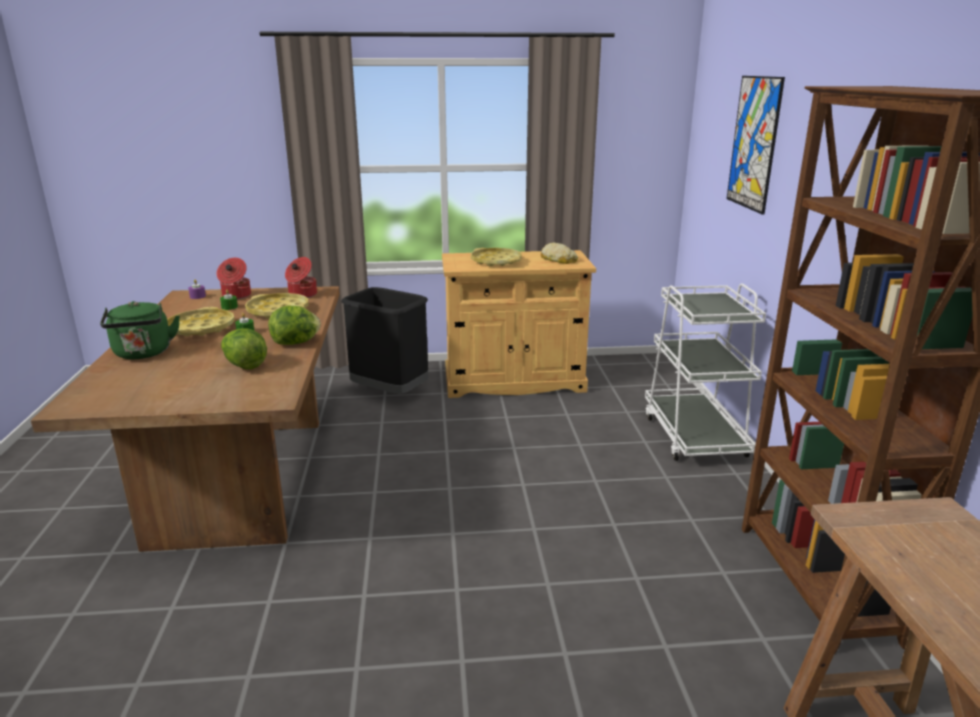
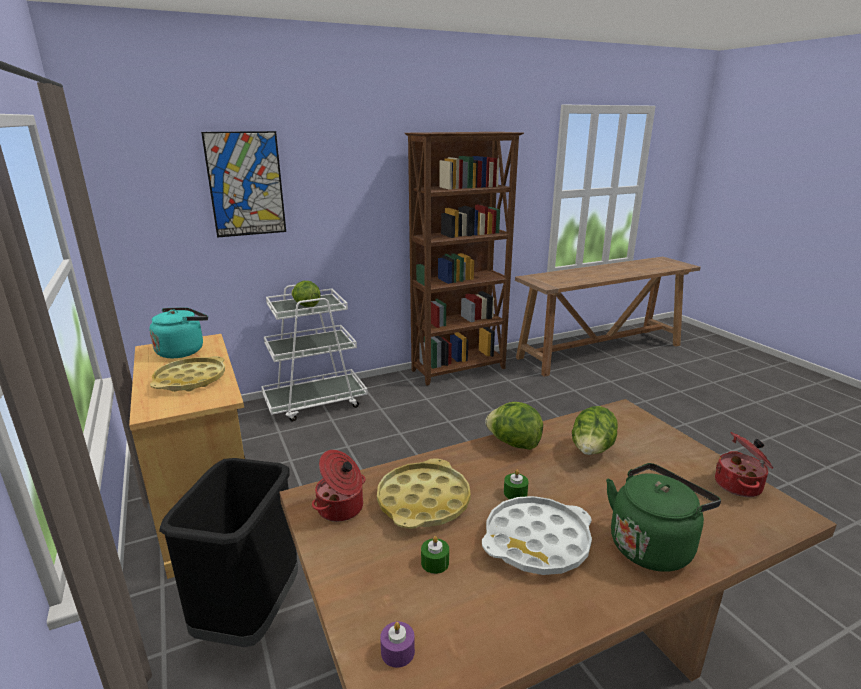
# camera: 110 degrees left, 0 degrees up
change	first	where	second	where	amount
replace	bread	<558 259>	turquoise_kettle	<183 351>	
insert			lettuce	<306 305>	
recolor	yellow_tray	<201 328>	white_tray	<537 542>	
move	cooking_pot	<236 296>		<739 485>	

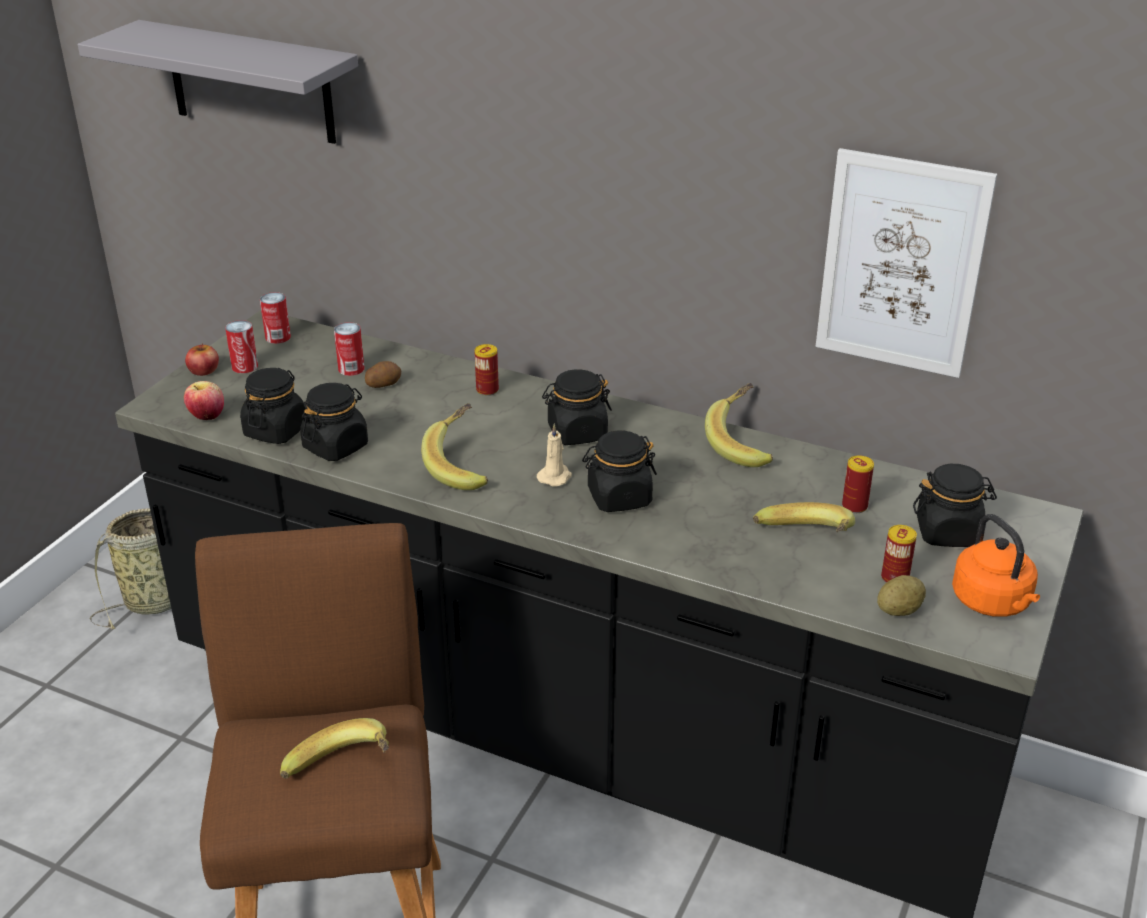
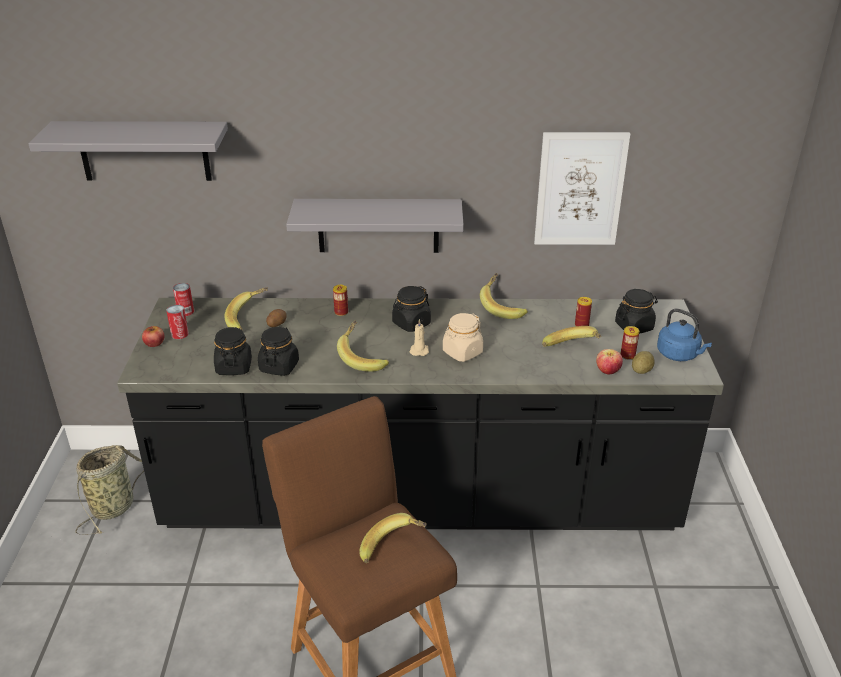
# camera: 25 degrees left, 0 degrees up
change	first	where	second	where	amount
replace	can	<351 369>	banana	<249 319>	
insert			grey_shelf	<378 225>	
recolor	black_jar	<619 497>	beige_jar	<462 352>	
move	apple	<207 416>		<607 371>	
recolor	orange_kettle	<993 603>	blue_kettle	<679 355>	

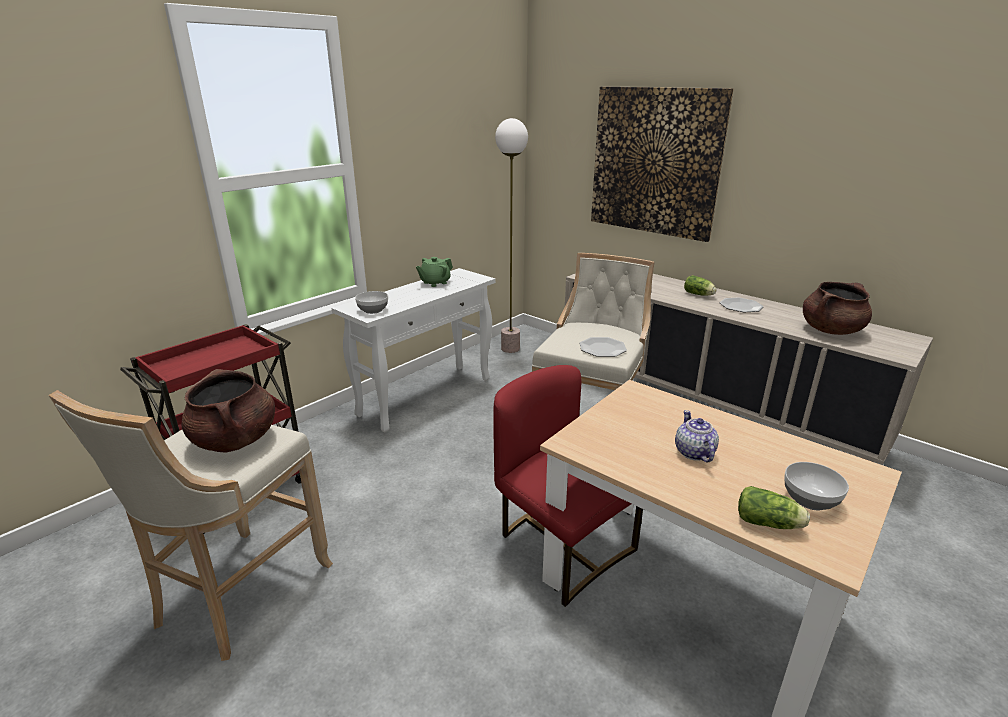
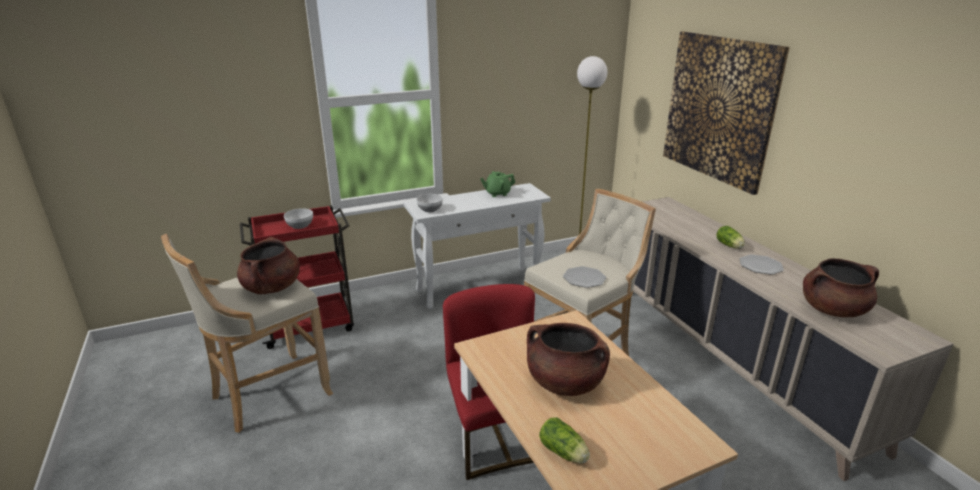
# camera: 25 degrees right, 0 degrees up
change	first	where	second	where	amount
move	bowl	<811 500>		<300 225>	
replace	teapot	<694 453>	brown_cooking_pot	<564 383>	

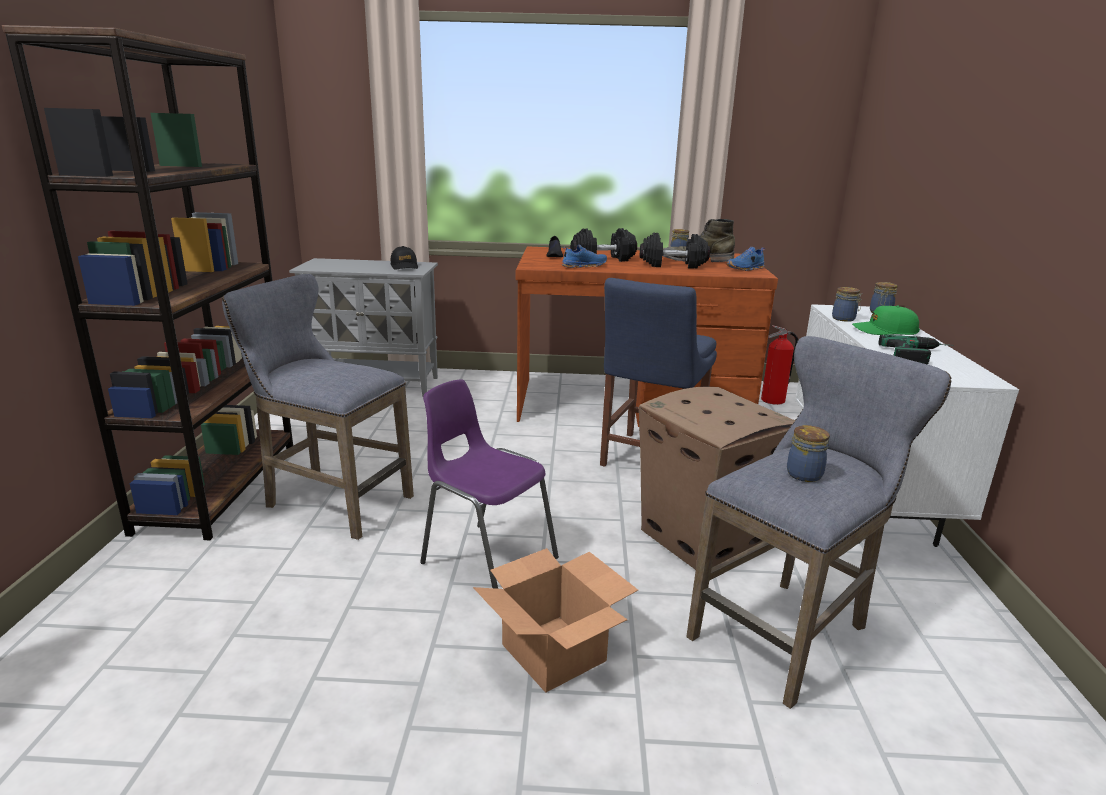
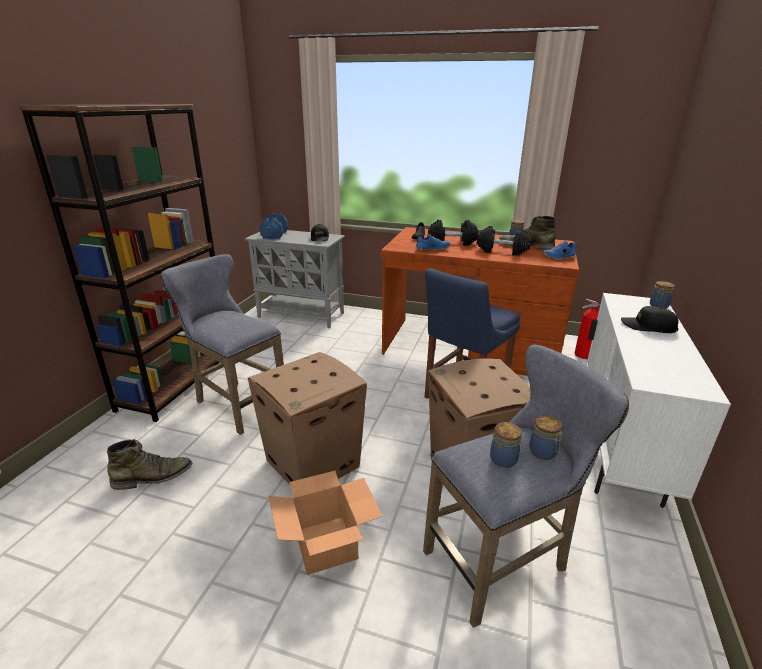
# camera: 15 degrees right, 5 degrees up
change	first	where	second	where	amount
insert			green_boot	<153 477>	
replace	purple_chair	<486 559>	cardboard_box	<314 463>	
insert			blue_dumbbell	<274 234>	
move	jar	<844 319>		<543 453>	
recolor	green_cap	<884 331>	black_cap	<648 326>	
delete	power_drill	<921 356>			

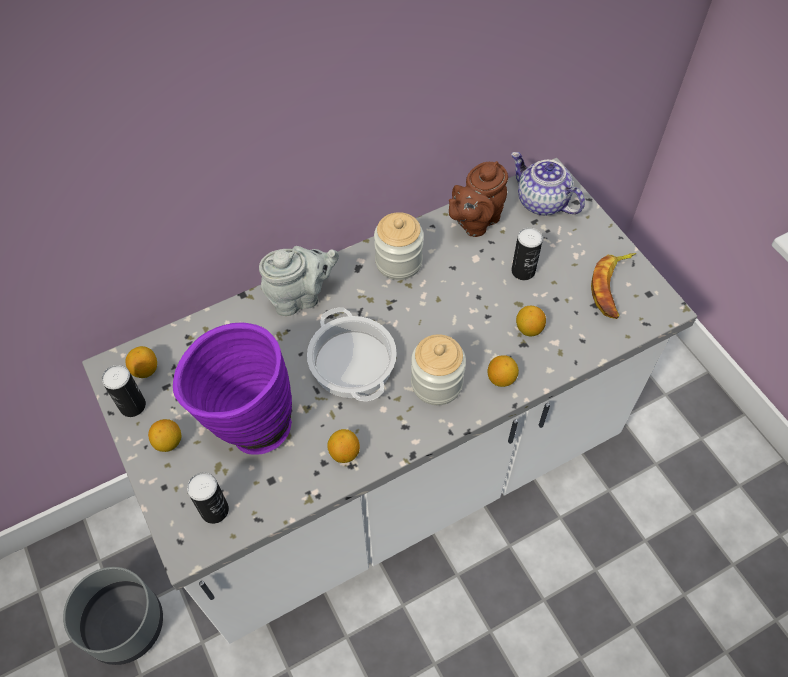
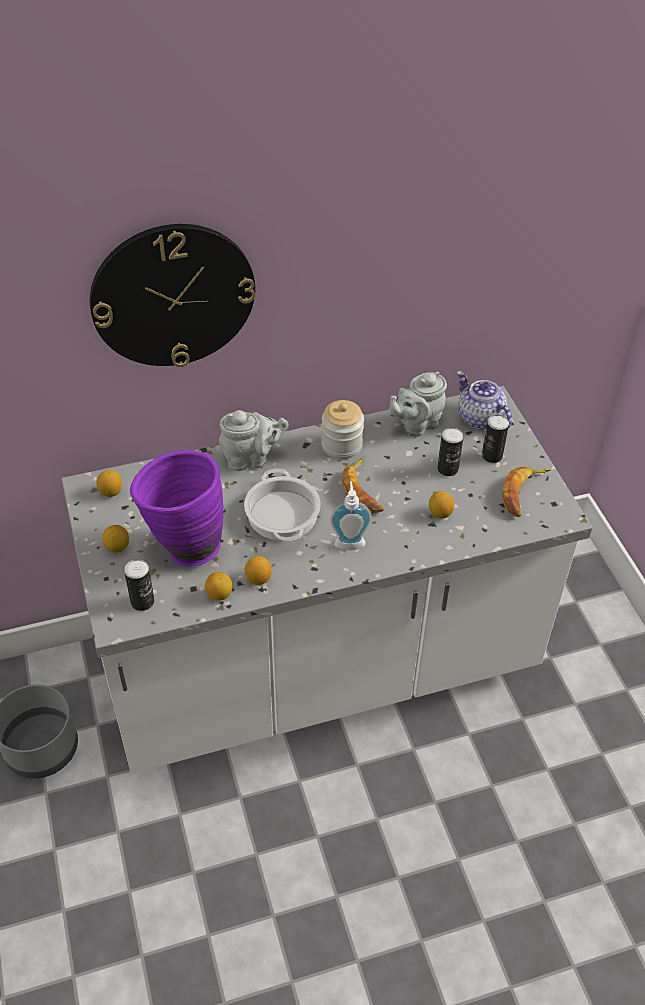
# camera: 10 degrees right, 10 degrees down
change	first	where	second	where	amount
insert			wall_clock	<173 296>	
move	lemon	<501 378>		<219 594>	
replace	jar	<436 383>	soap_dispenser	<349 541>	
insert			banana	<363 490>	
recolor	brown_teapot	<475 221>	grey_teapot	<416 425>	
move	can	<132 405>		<492 456>	

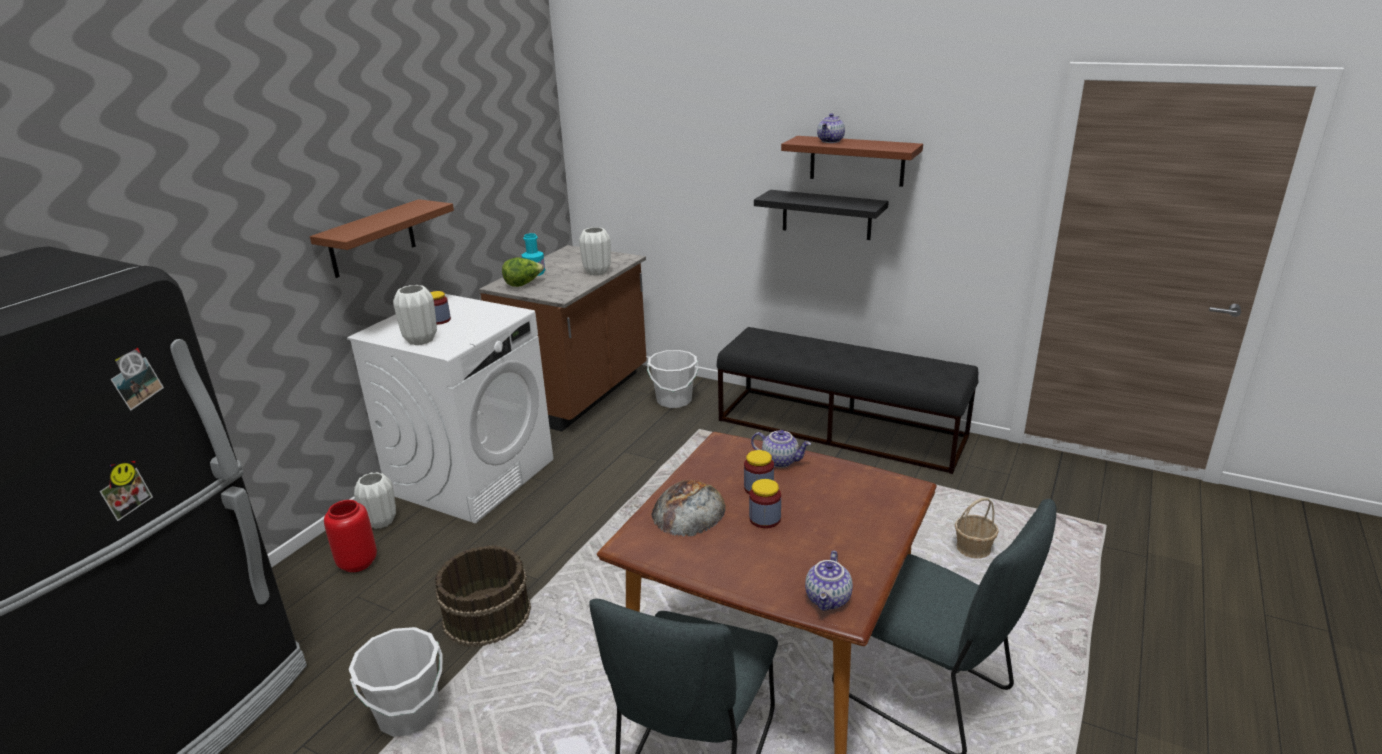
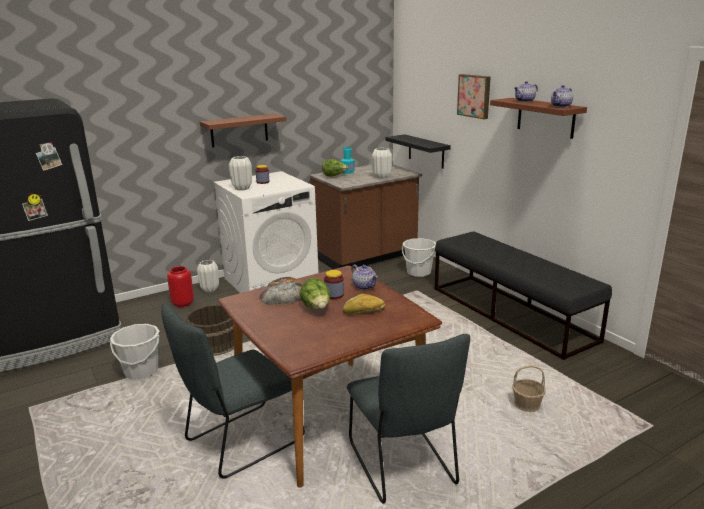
# camera: 30 degrees right, 5 degrees down
change	first	where	second	where	amount
replace	jar	<765 519>	lettuce	<316 309>	
insert			bread	<364 311>	
move	black_shelf	<826 215>		<426 151>	
insert			picture	<474 96>	
move	teapot	<829 599>		<561 106>	

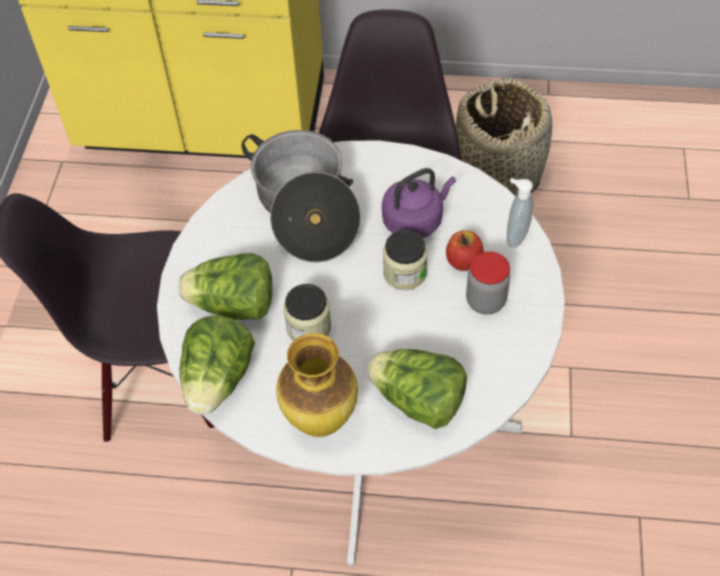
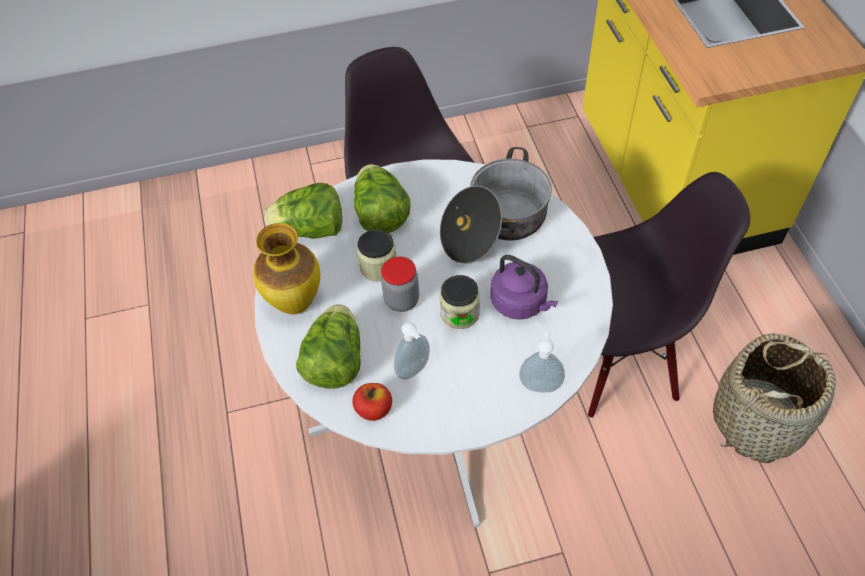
# camera: 70 degrees right, 0 degrees up
change	first	where	second	where	amount
move	apple	<463 261>		<374 409>	
move	jar	<485 301>		<401 300>	
insert			soap_dispenser	<414 371>	

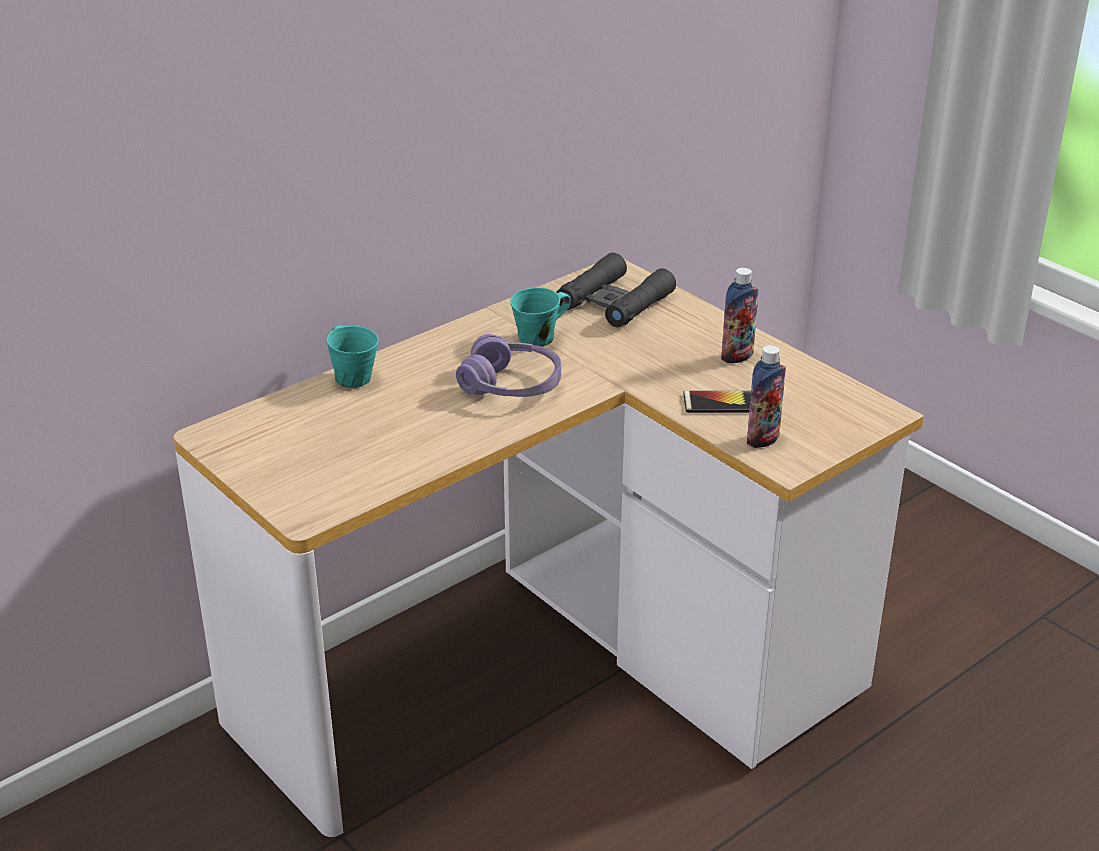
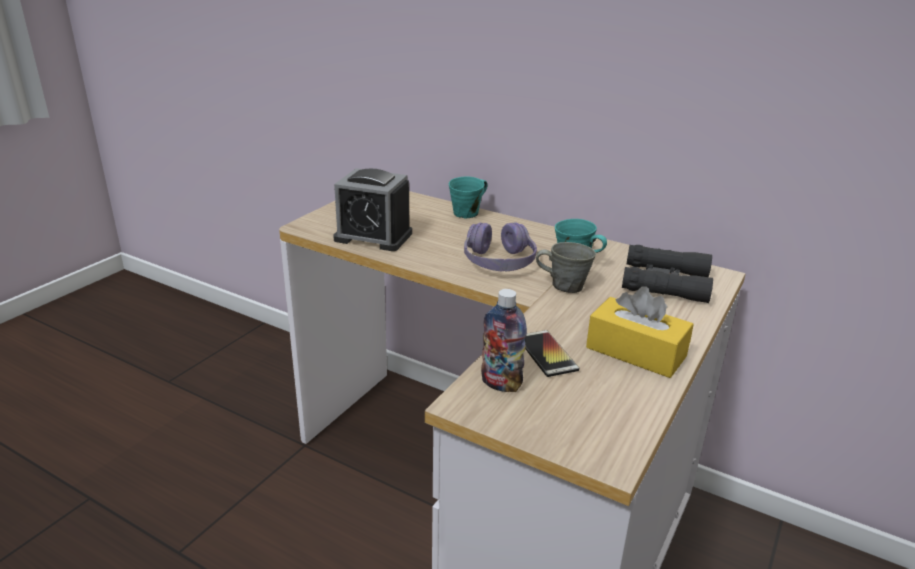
# camera: 70 degrees right, 5 degrees down
change	first	where	second	where	amount
insert			alarm_clock	<373 236>	
insert			grey_mug	<565 286>	
replace	bottle	<737 356>	yellow_tissue_box	<636 352>	

